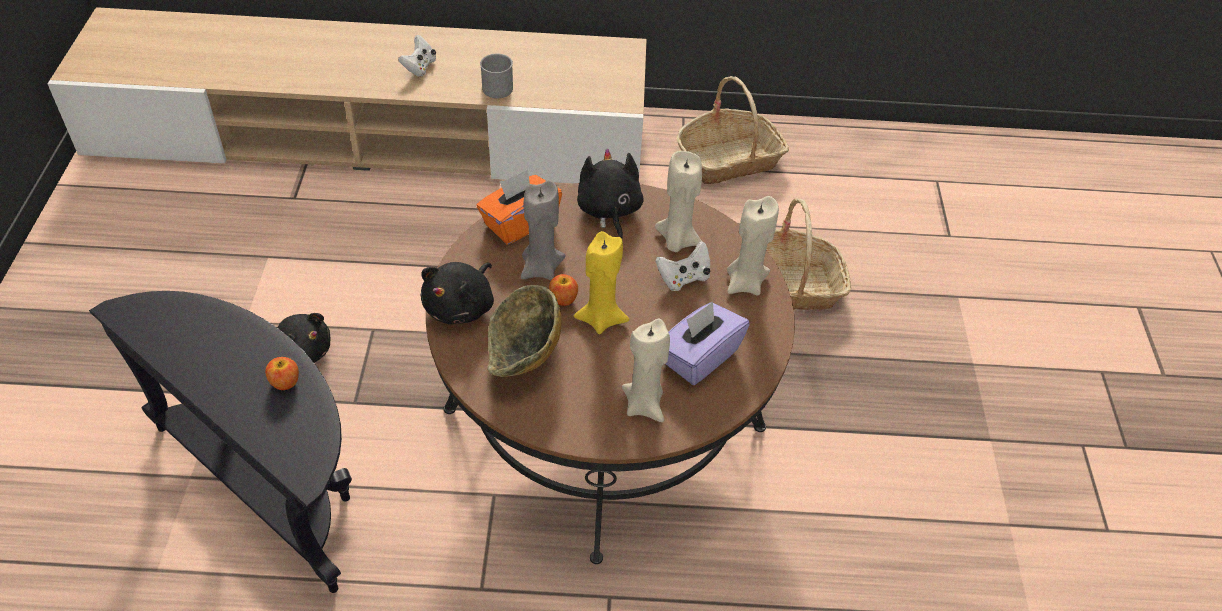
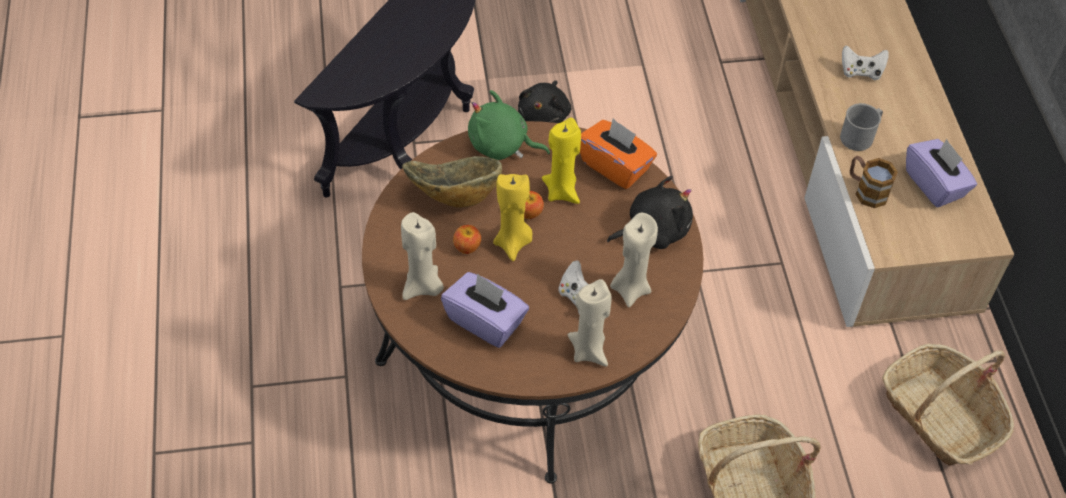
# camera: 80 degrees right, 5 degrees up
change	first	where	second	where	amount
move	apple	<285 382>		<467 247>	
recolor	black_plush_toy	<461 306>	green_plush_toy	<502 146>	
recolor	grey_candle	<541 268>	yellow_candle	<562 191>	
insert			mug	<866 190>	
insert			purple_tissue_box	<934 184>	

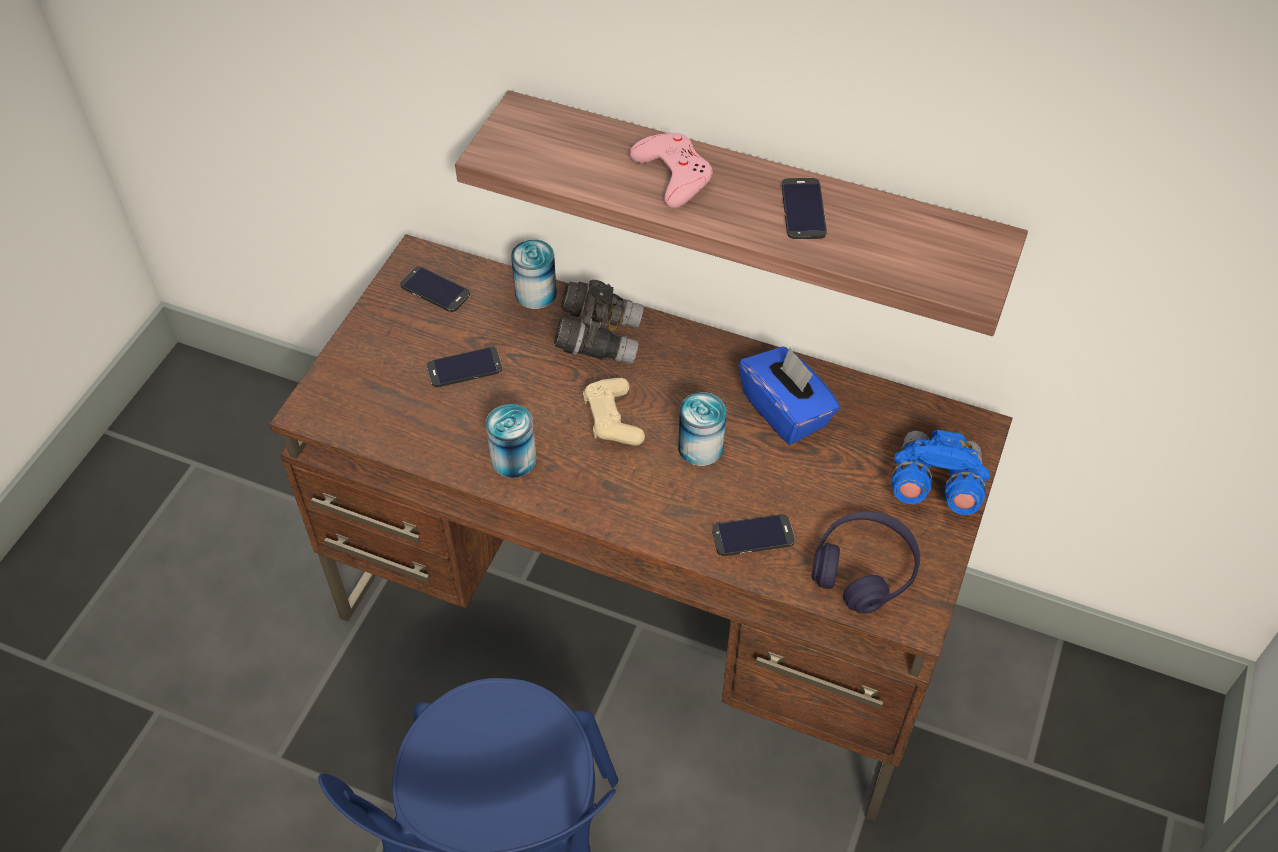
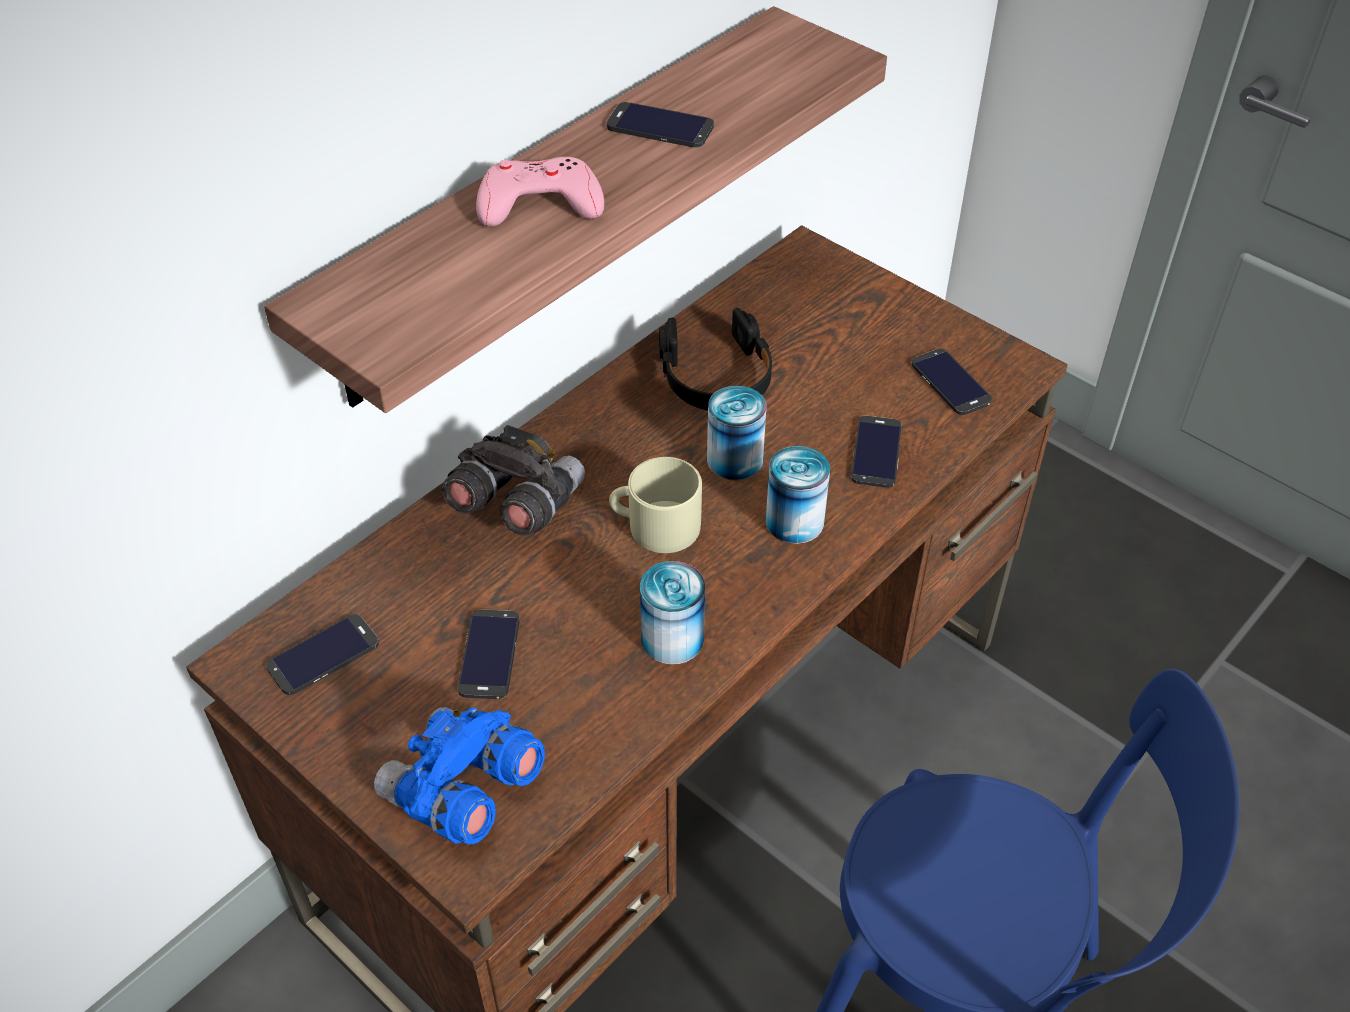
# camera: 70 degrees left, 5 degrees down
change	first	where	second	where	amount
move	blue_binoculars	<934 486>		<462 792>	
replace	beige_game_controller	<613 419>	beige_mug	<655 525>	
replace	blue_tissue_box	<786 411>	black_headphones	<716 376>	
move	can	<536 293>		<794 521>	
replace	purple_headphones	<863 570>	phone	<950 382>	

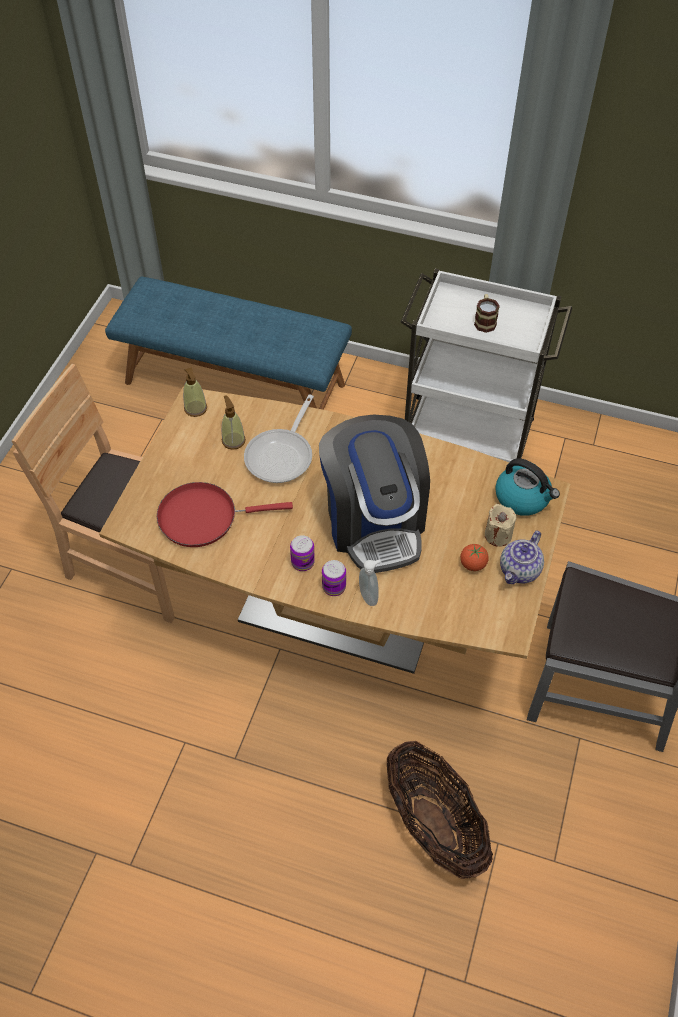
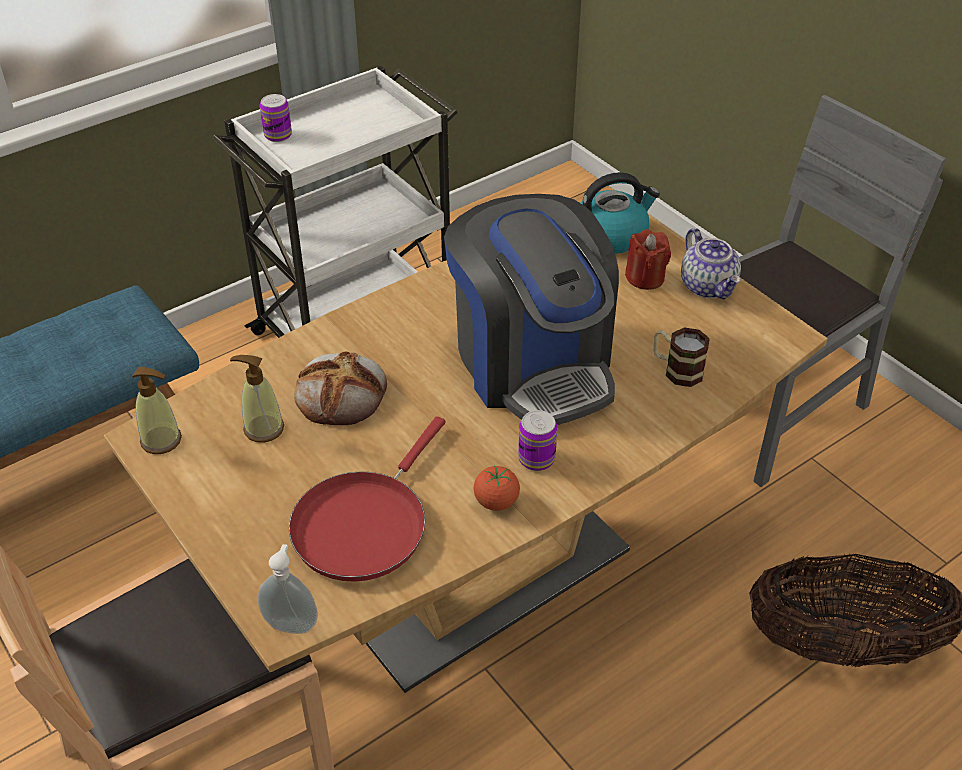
# camera: 55 degrees left, 10 degrees down
change	first	where	second	where	amount
move	soap_dispenser	<369 596>		<292 623>	
move	can	<334 587>		<278 135>	
replace	frying_pan	<282 455>	bread	<342 393>	
rotate	coffee_machine	<374 521>		<533 363>	45 degrees clockwise
move	tomato	<473 564>		<496 502>	
recolor	beige_candle	<498 535>	red_candle	<645 278>	
move	mug	<484 321>		<676 369>	

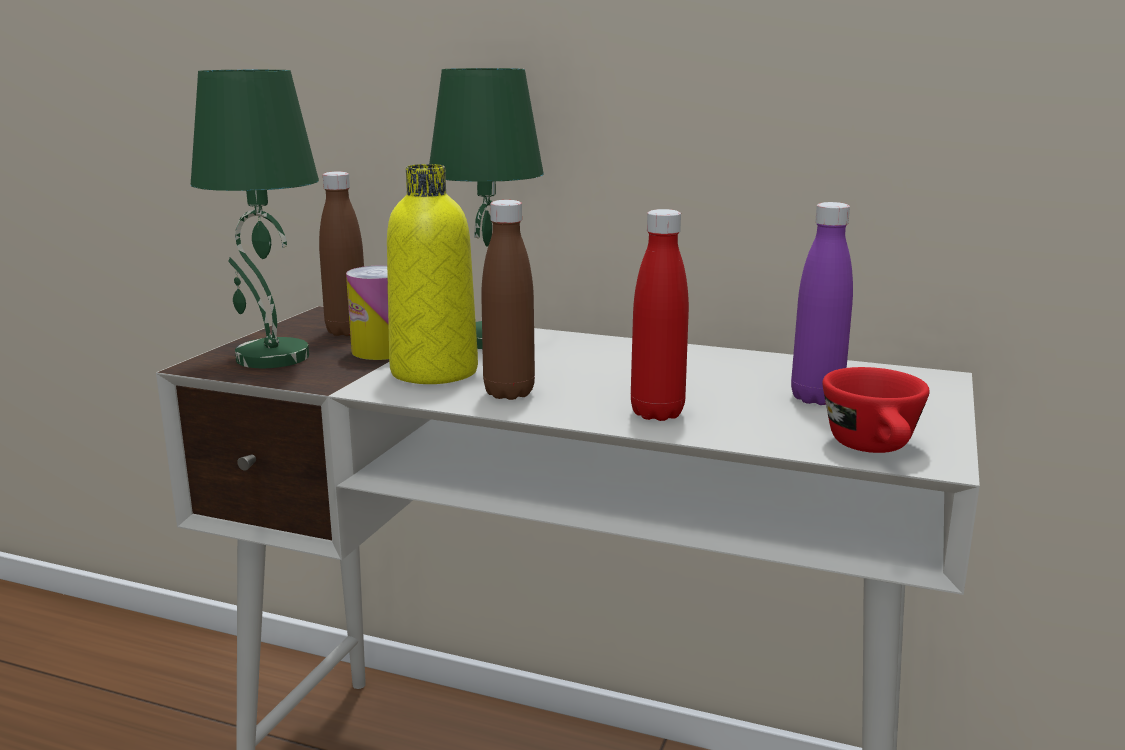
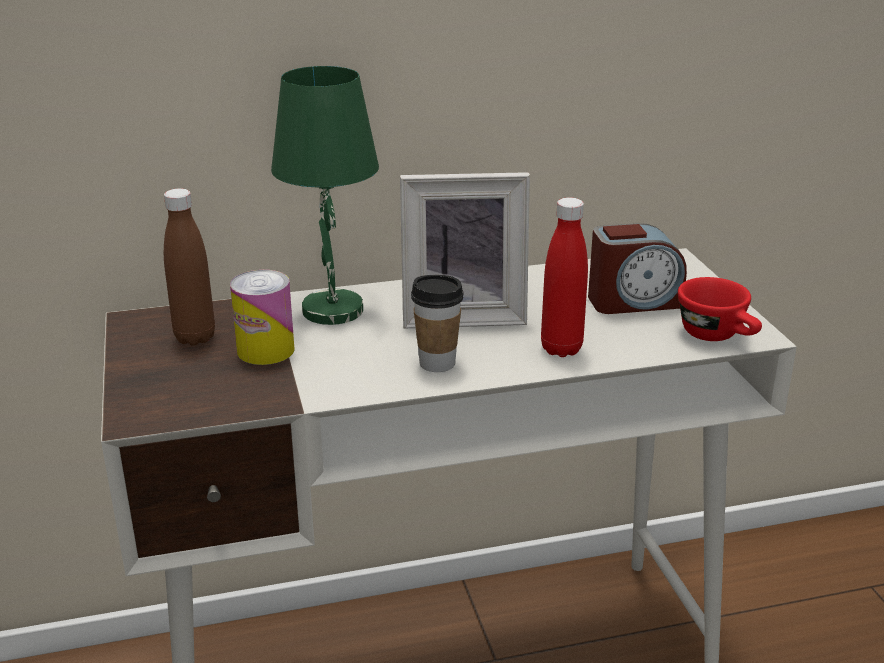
# camera: 35 degrees left, 10 degrees up
change	first	where	second	where	amount
insert			picture_frame	<463 315>	
replace	brown_bottle	<509 393>	cup	<437 363>	
replace	purple_bottle	<816 398>	alarm_clock	<633 301>	
delete	green_table_lamp	<270 357>			
delete	yellow_bottle	<434 372>			

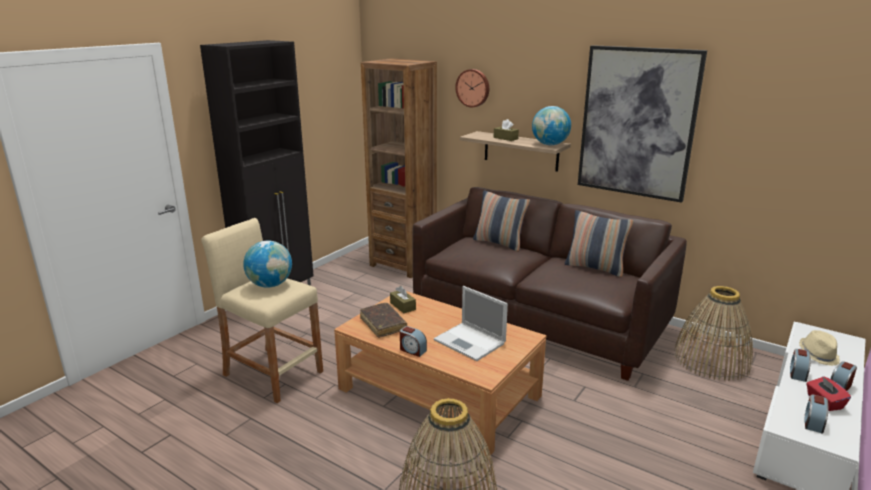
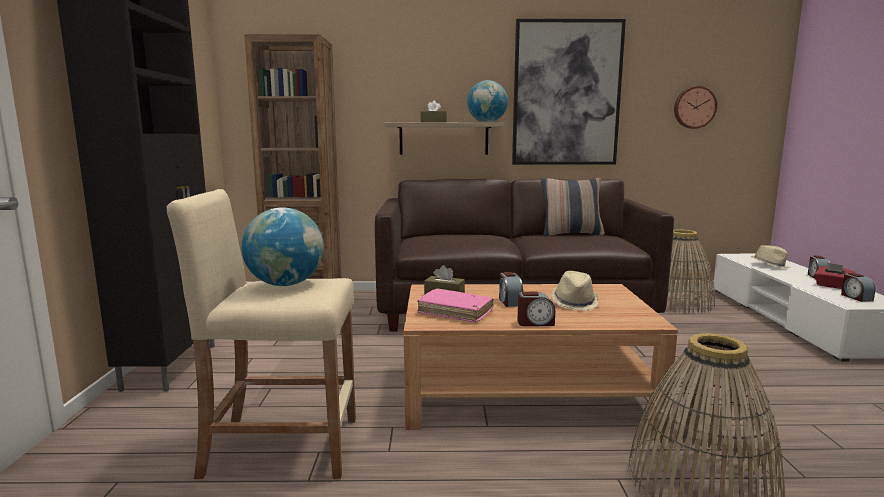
# camera: 35 degrees left, 10 degrees down
change	first	where	second	where	amount
recolor	brown_book	<383 324>	pink_book	<455 312>	
move	alarm_clock	<797 373>		<509 301>	
replace	laptop	<470 342>	beige_hat	<574 303>	
move	wall_clock	<473 88>		<694 107>	
delete	pillow	<499 243>			

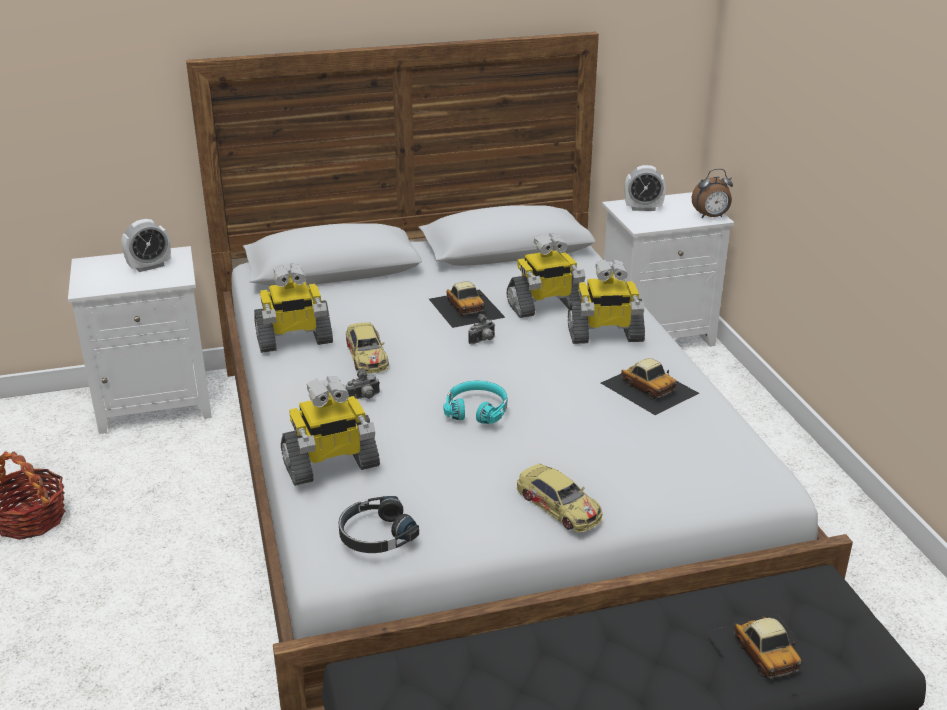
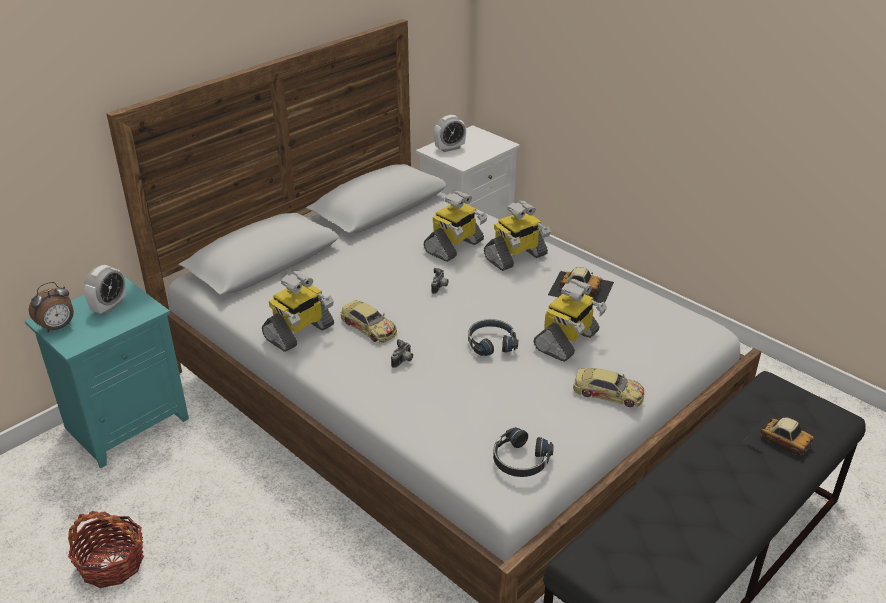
# camera: 30 degrees left, 5 degrees up
change	first	where	second	where	amount
recolor	white_nightstand	<157 402>	turquoise_nightstand	<127 422>	
move	alarm_clock	<711 217>		<58 327>	
recolor	turquoise_headphones	<477 409>	black_headphones	<491 343>	
move	toy_robot	<330 465>		<567 341>	
delete	toy_car	<466 307>			

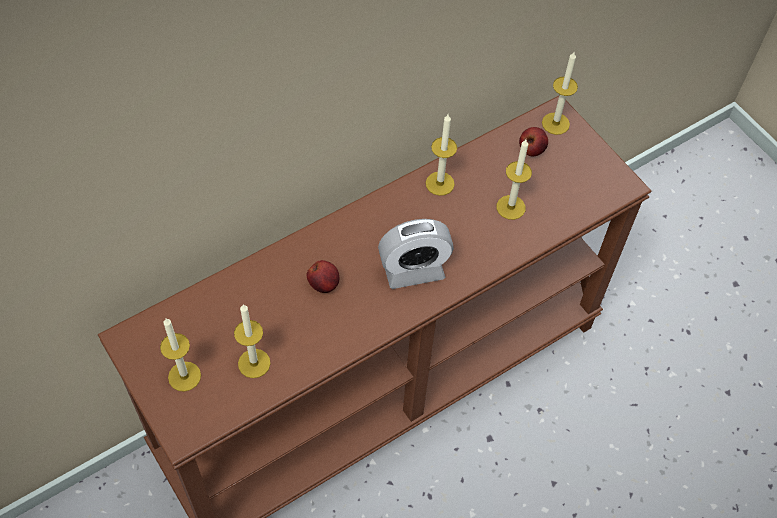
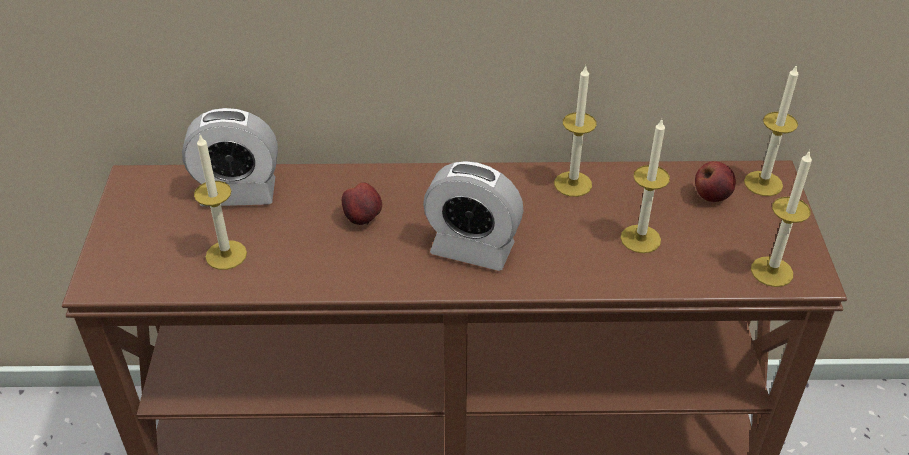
# camera: 35 degrees right, 15 degrees down
change	first	where	second	where	amount
insert			alarm_clock	<238 193>	
move	candle	<184 376>		<772 271>	

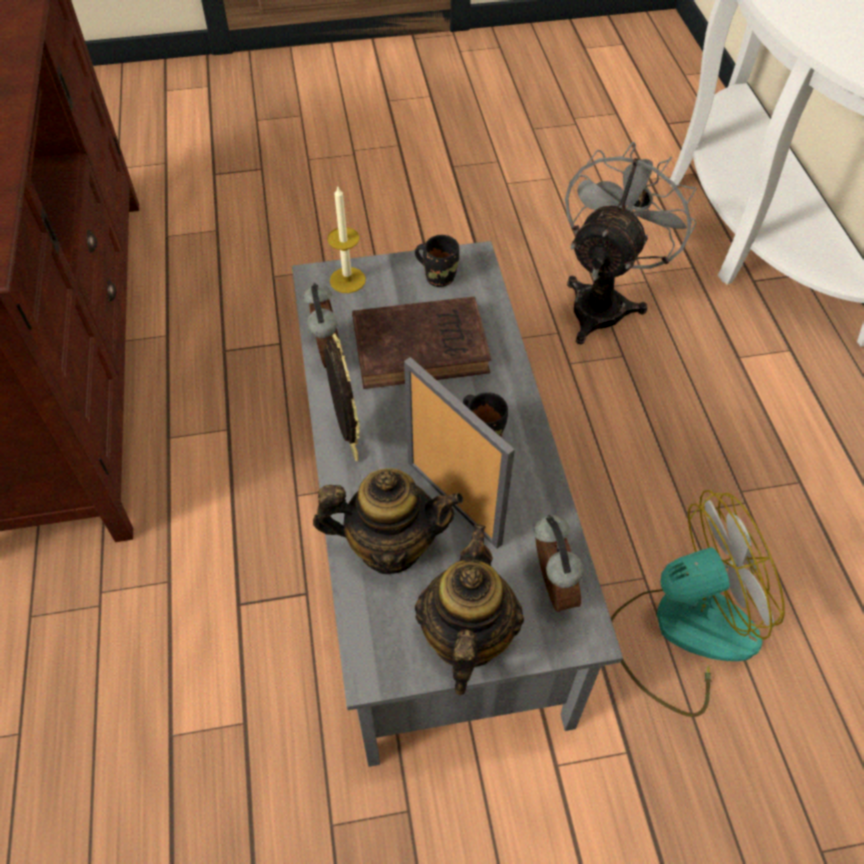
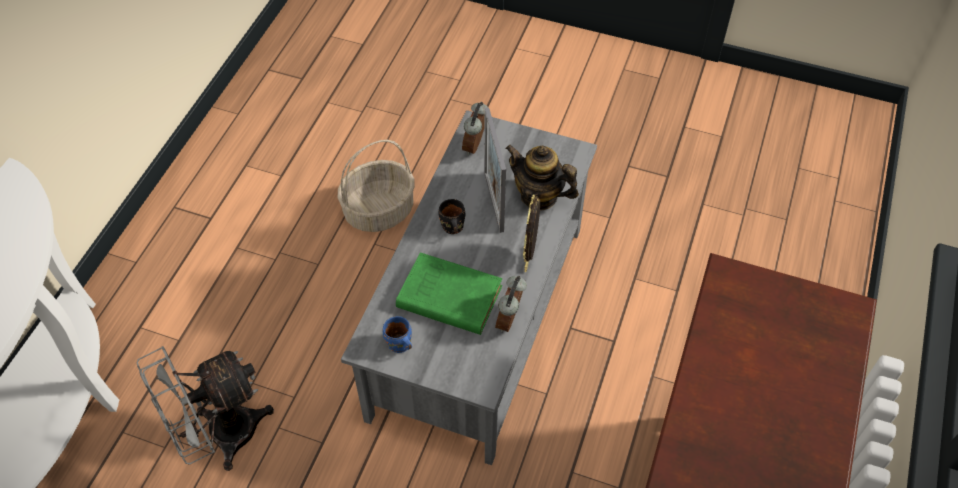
# camera: 150 degrees left, 0 degrees up
change	first	where	second	where	amount
replace	fan	<682 631>	basket	<379 212>	
recolor	black_mug	<439 276>	blue_mug	<399 346>	
recolor	brown_book	<424 347>	green_book	<447 296>	
delete	candle	<347 280>			
delete	teapot	<466 637>			

